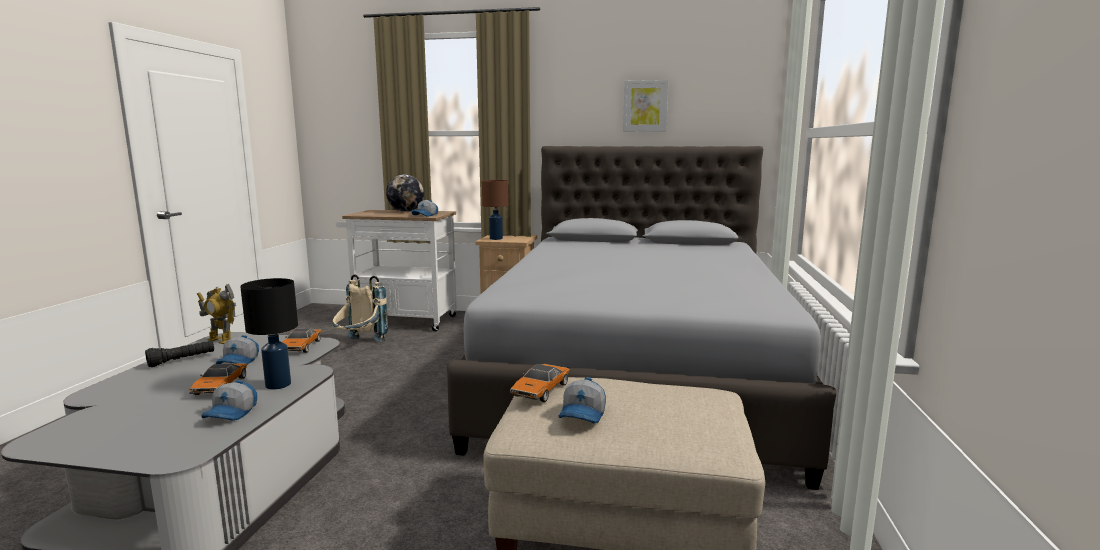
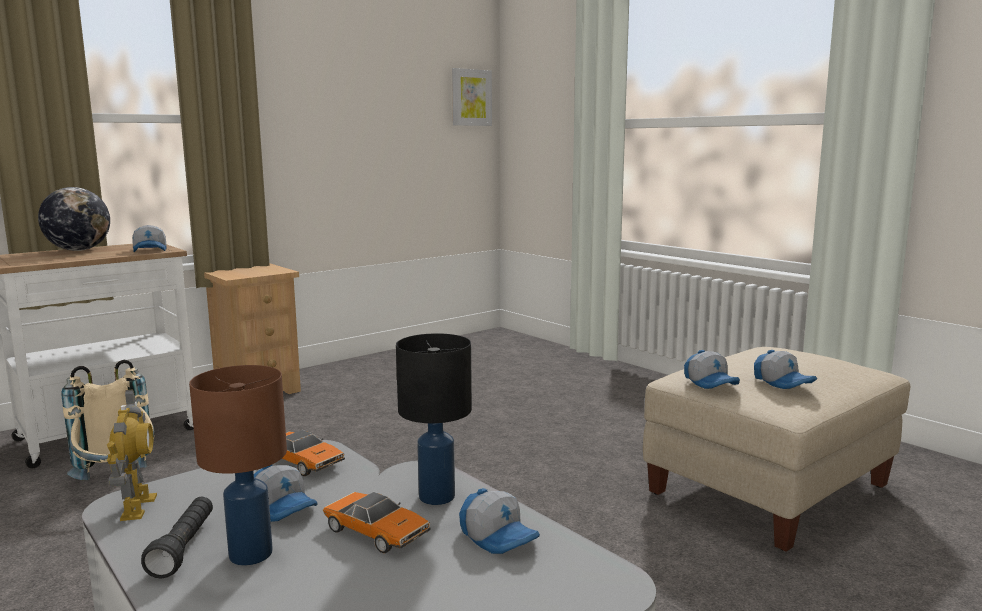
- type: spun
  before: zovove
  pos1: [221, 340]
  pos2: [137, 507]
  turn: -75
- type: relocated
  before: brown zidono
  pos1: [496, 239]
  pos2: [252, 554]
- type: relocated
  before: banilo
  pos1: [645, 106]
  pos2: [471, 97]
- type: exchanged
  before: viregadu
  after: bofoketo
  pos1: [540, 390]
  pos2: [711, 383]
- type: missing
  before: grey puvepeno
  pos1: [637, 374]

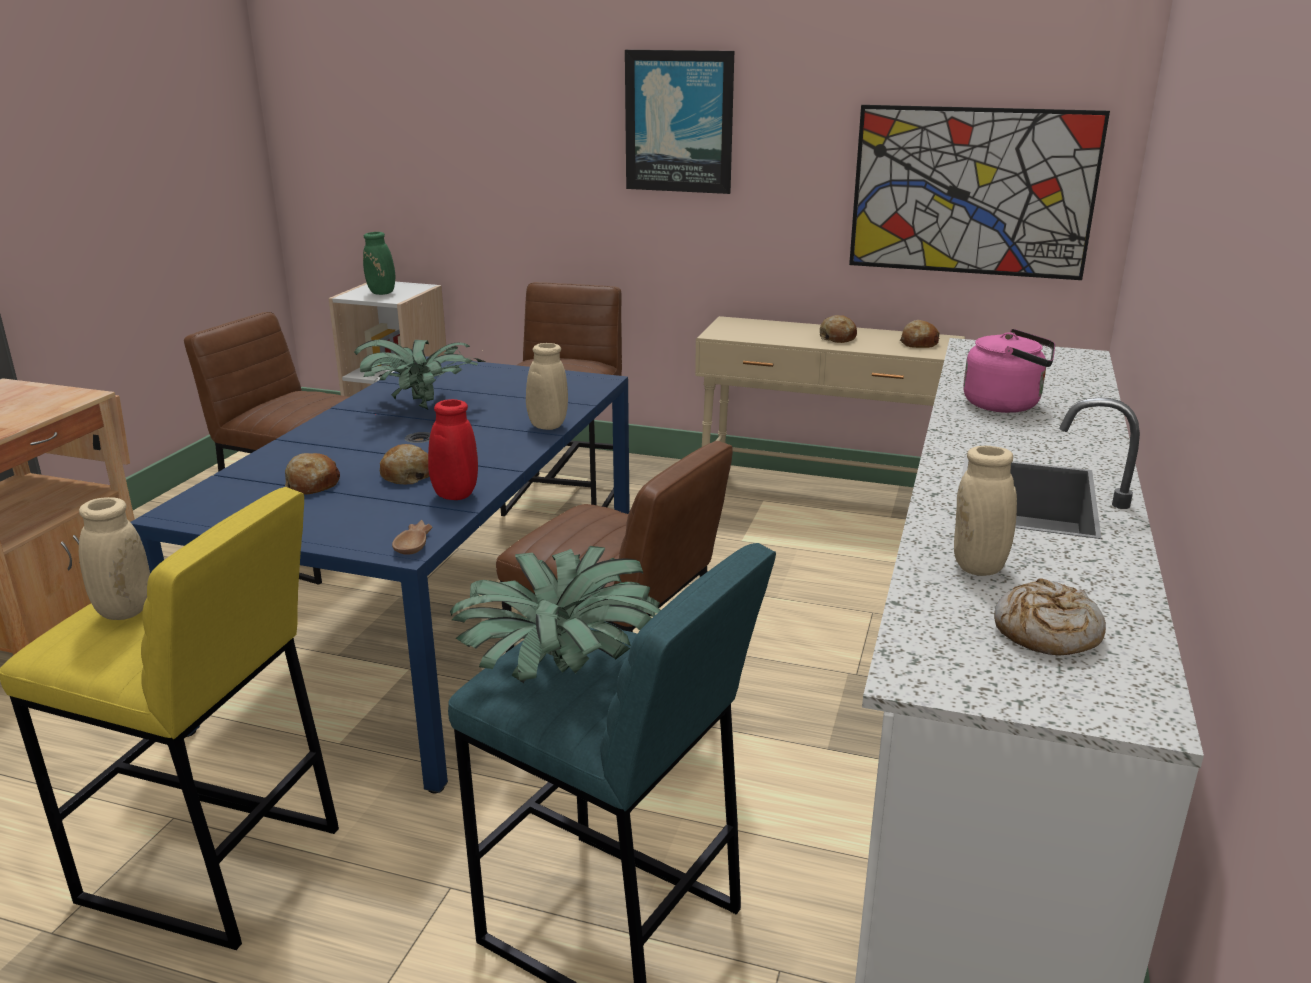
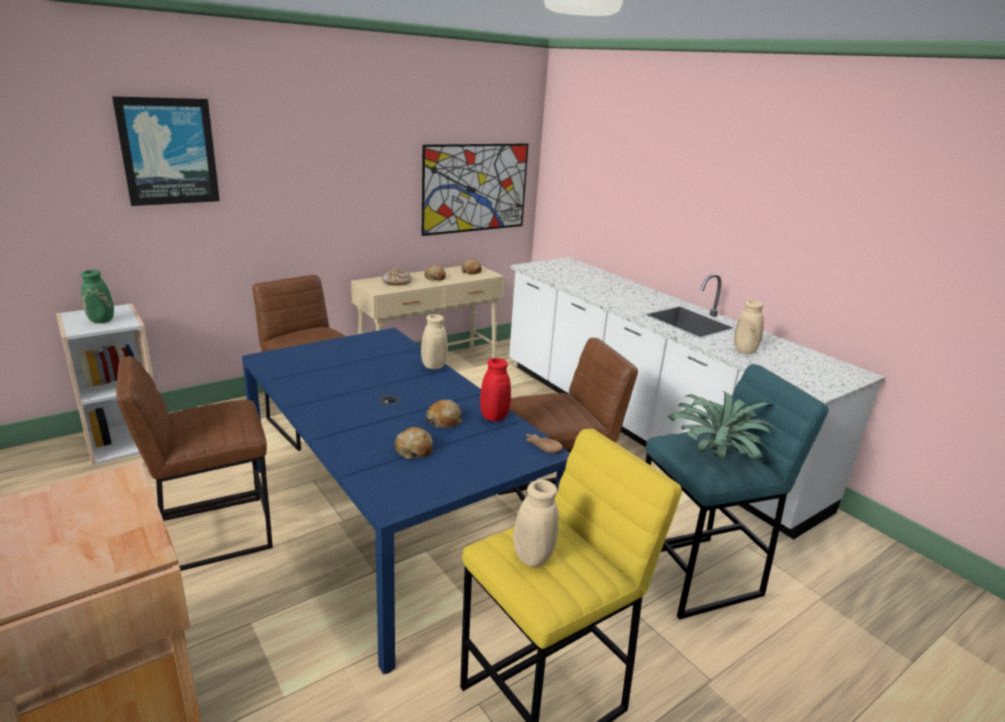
- type: relocated
  before: banilo
  pos1: [679, 122]
  pos2: [168, 151]
- type: relocated
  before: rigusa
  pos1: [1046, 633]
  pos2: [397, 282]
- type: missing
  before: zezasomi
  pos1: [421, 408]
- type: missing
  before: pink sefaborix
  pos1: [1006, 404]

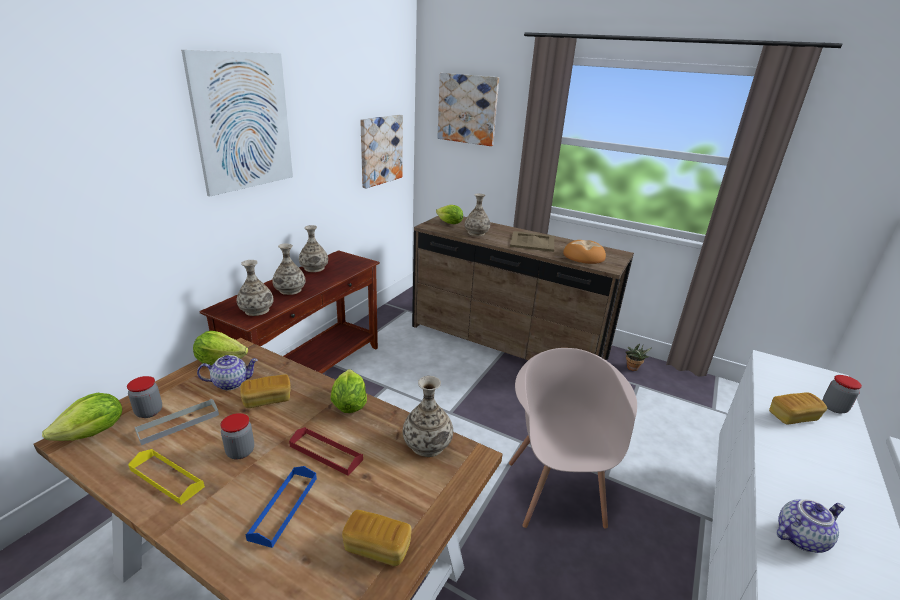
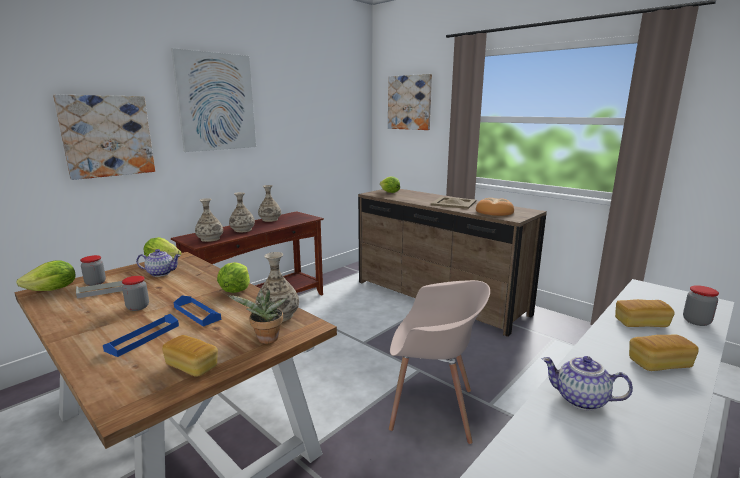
- type: relocated
  before: banilo
  pos1: [380, 150]
  pos2: [107, 136]
- type: colour
  before: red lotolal
  after: blue lotolal
  pos1: [326, 453]
  pos2: [197, 313]
- type: relocated
  before: zezasomi
  pos1: [632, 369]
  pos2: [266, 340]
- type: spun
  before: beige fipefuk
  pos1: [555, 492]
  pos2: [433, 410]
  turn: 90
- type: spun
  before: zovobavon
  pos1: [799, 536]
  pos2: [580, 400]
  turn: -150
- type: relocated
  before: rigusa
  pos1: [267, 400]
  pos2: [659, 364]
- type: missing
  before: yellow lotolal
  pos1: [166, 478]
- type: missing
  before: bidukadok
  pos1: [476, 233]

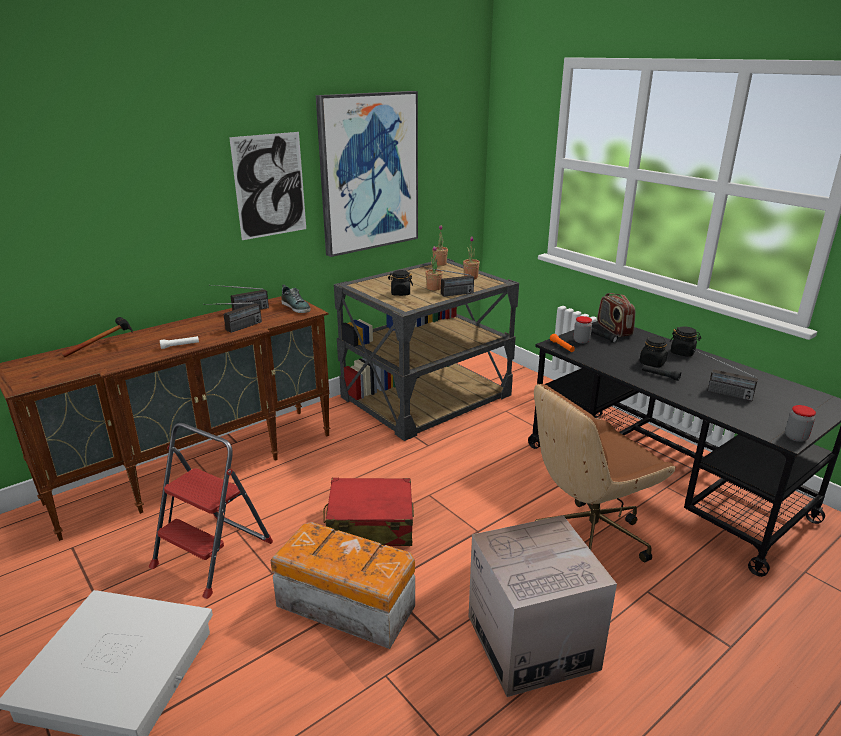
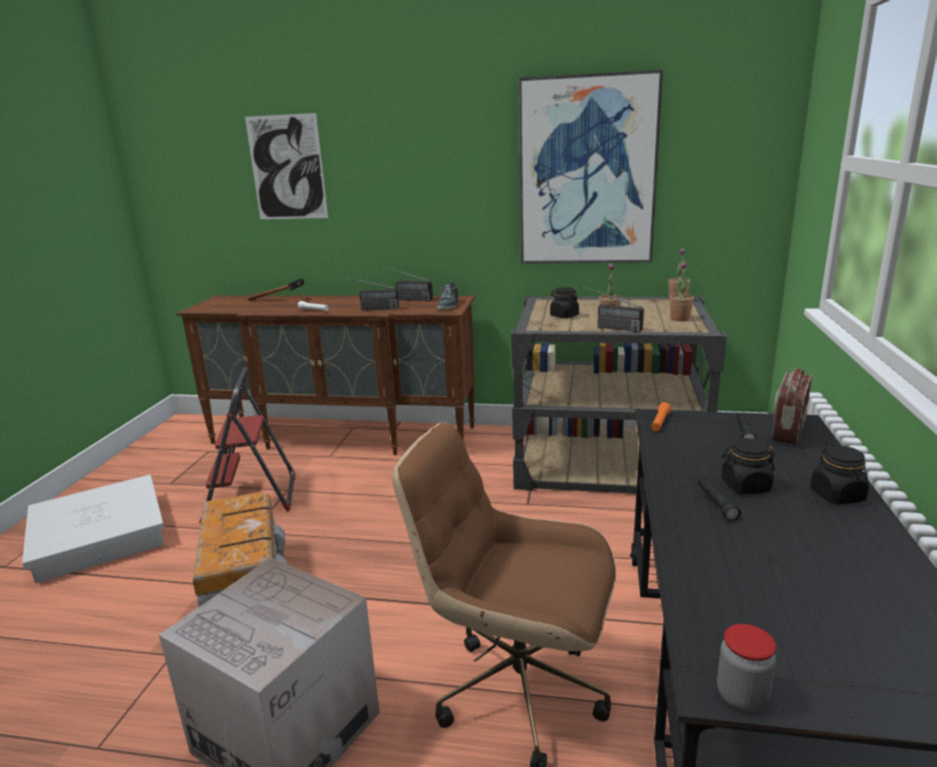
- type: relocated
  before: banilo
  pos1: [270, 186]
  pos2: [287, 168]
- type: missing
  before: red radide
  pos1: [370, 525]
- type: missing
  before: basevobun
  pos1: [581, 341]
- type: missing
  before: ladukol
  pos1: [717, 391]

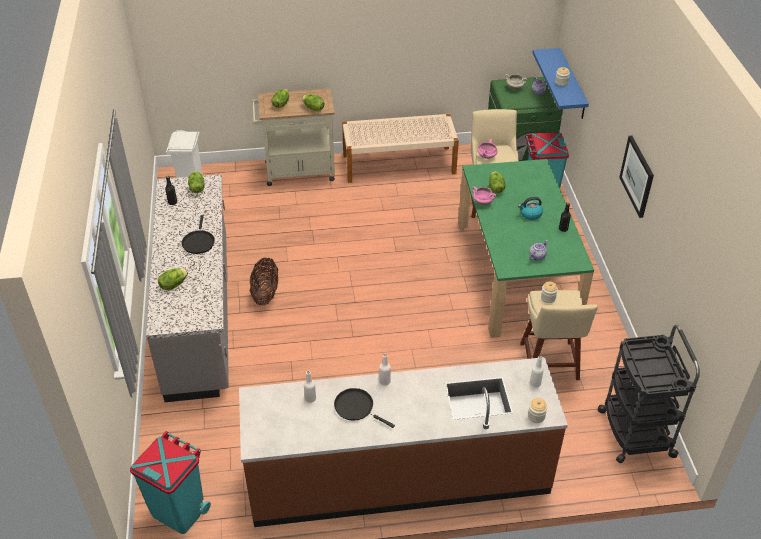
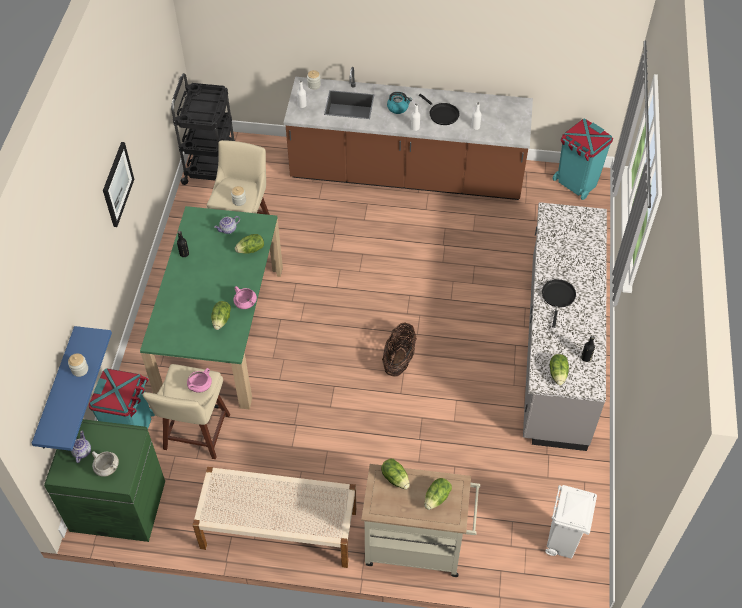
- type: relocated
  before: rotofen
  pos1: [173, 284]
  pos2: [251, 250]
- type: relocated
  before: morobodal
  pos1: [265, 293]
  pos2: [399, 360]
- type: relocated
  before: sefaborix
  pos1: [530, 214]
  pos2: [398, 108]

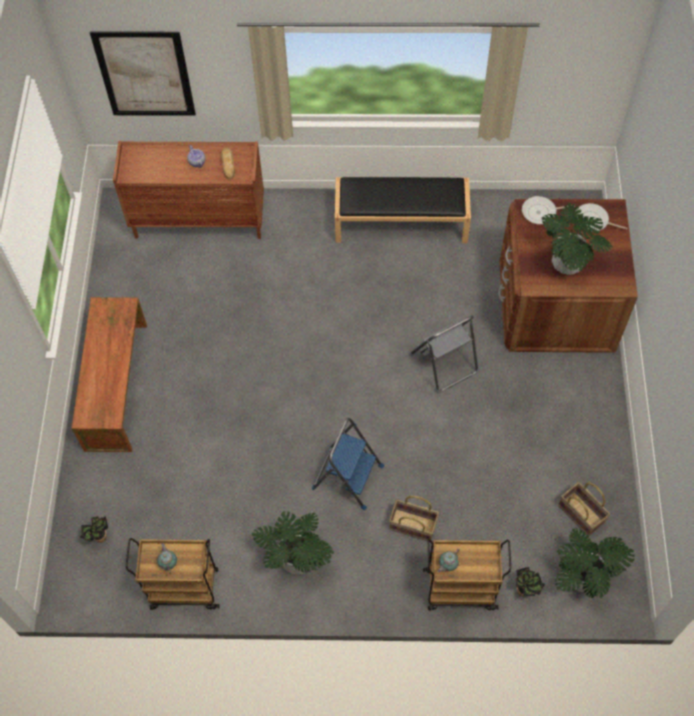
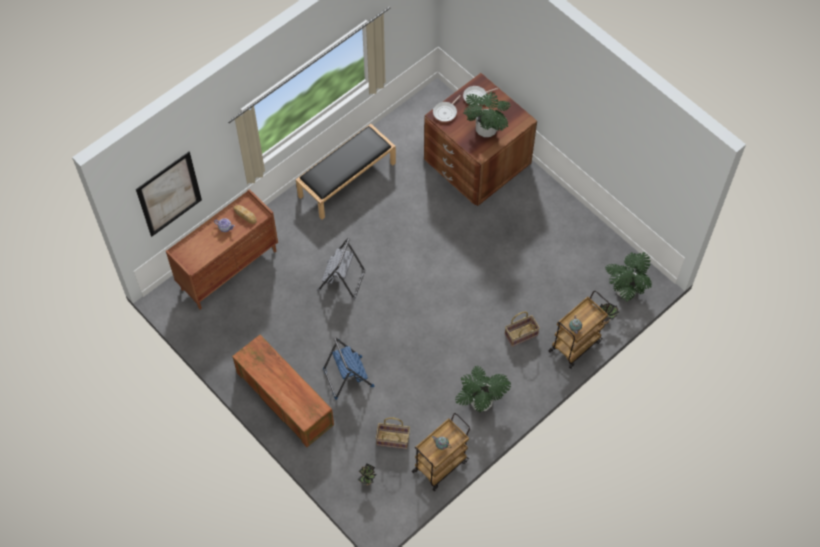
- type: relocated
  before: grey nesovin
  pos1: [444, 365]
  pos2: [343, 281]
- type: relocated
  before: blue nesovin
  pos1: [345, 475]
  pos2: [346, 377]
- type: relocated
  before: morobodal
  pos1: [581, 514]
  pos2: [393, 439]

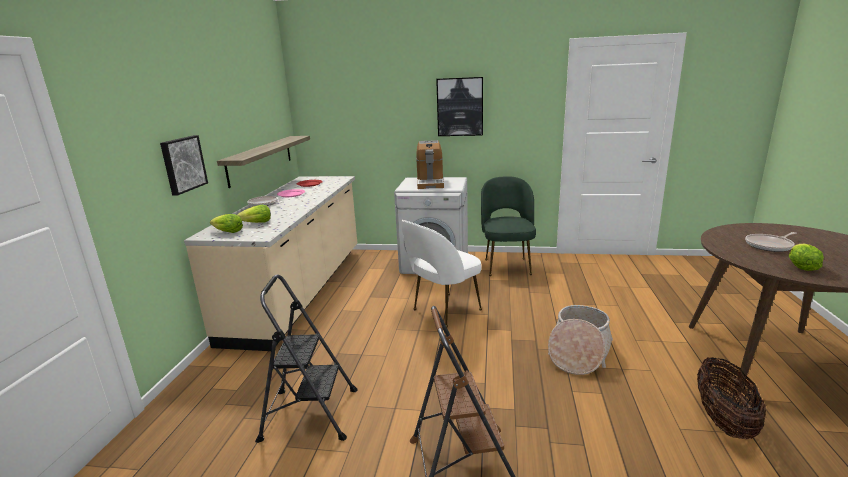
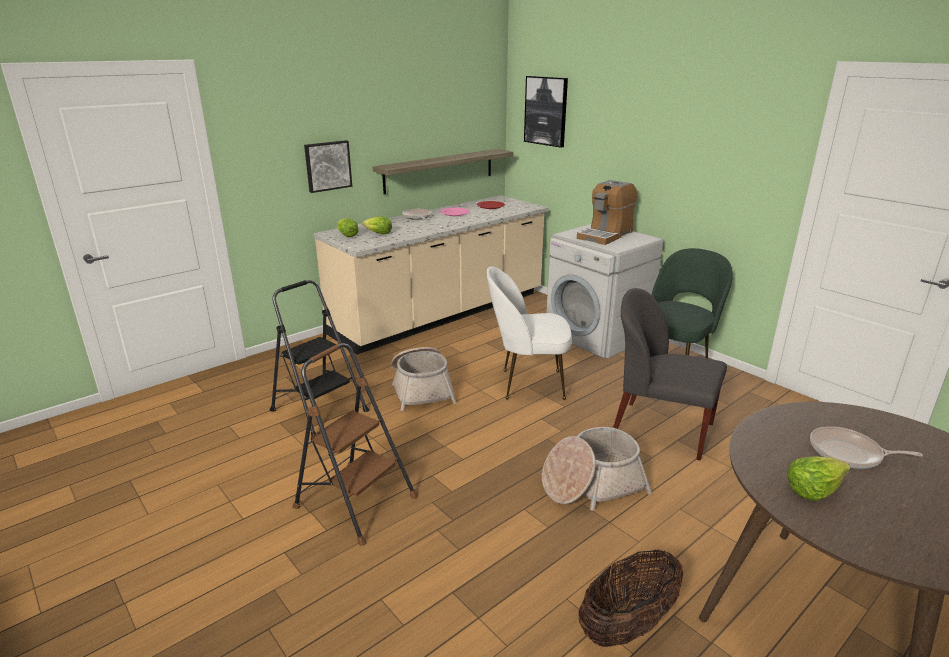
- type: appeared
  after: morobodal
  pos2: [421, 389]
- type: relocated
  before: banilo
  pos1: [460, 107]
  pos2: [546, 111]
- type: appeared
  after: grey fipefuk
  pos2: [659, 429]

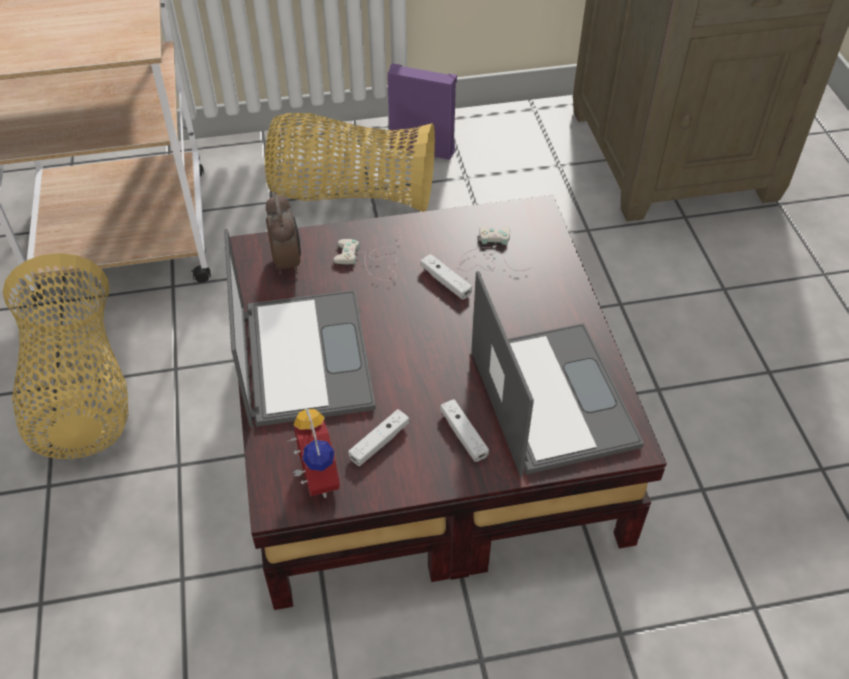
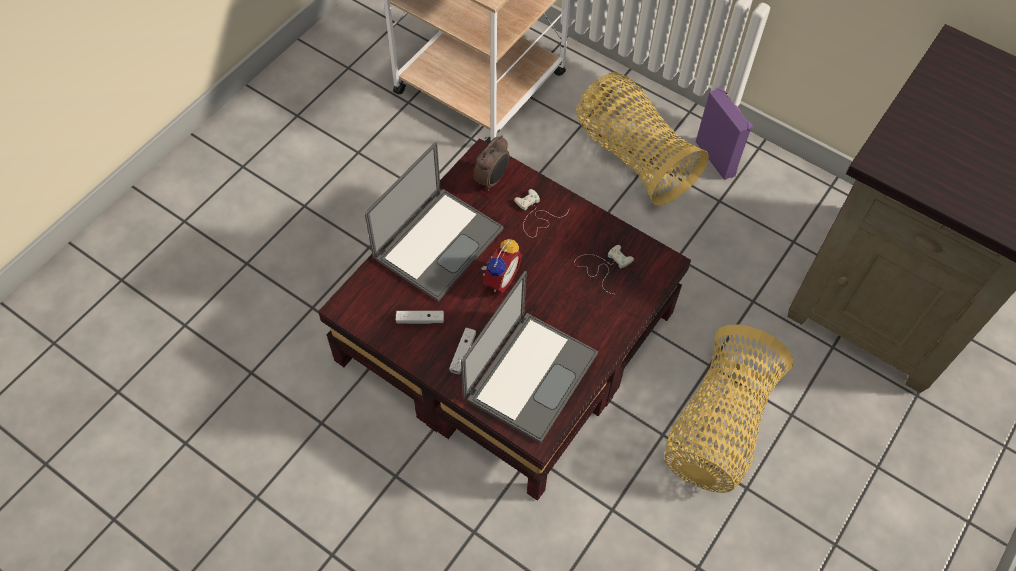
- type: relocated
  before: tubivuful
  pos1: [314, 478]
  pos2: [499, 278]
- type: relocated
  before: morobodal
  pos1: [79, 391]
  pos2: [717, 427]
- type: missing
  before: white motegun
  pos1: [445, 282]

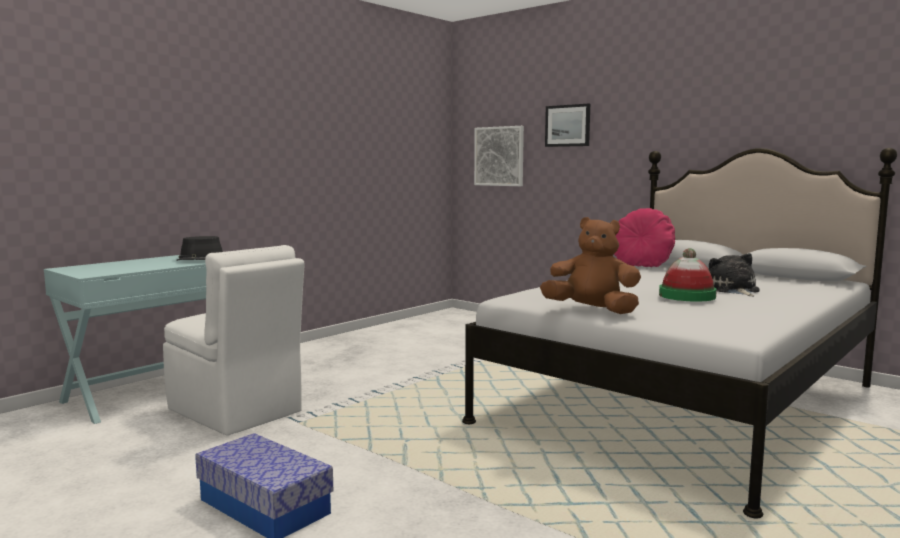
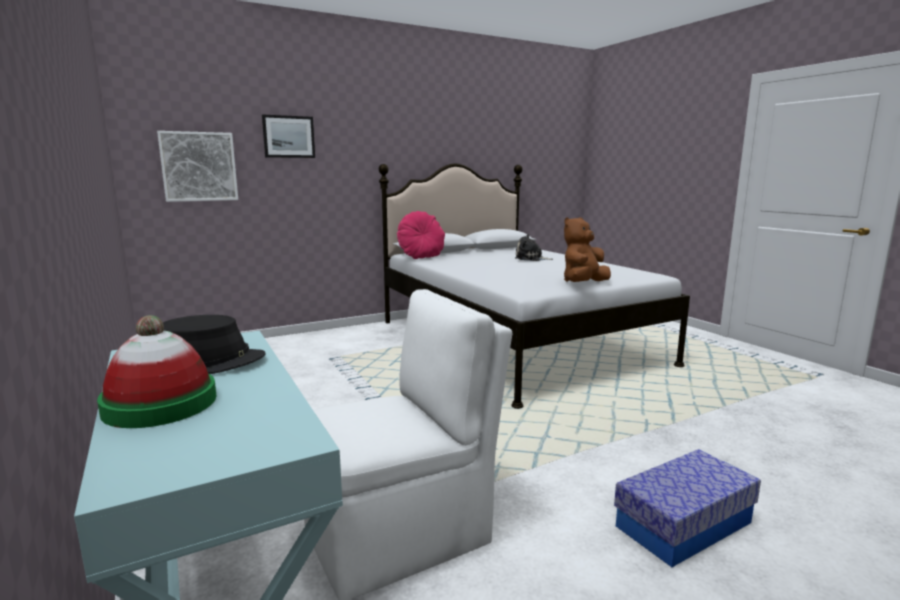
- type: relocated
  before: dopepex
  pos1: [687, 296]
  pos2: [160, 404]

